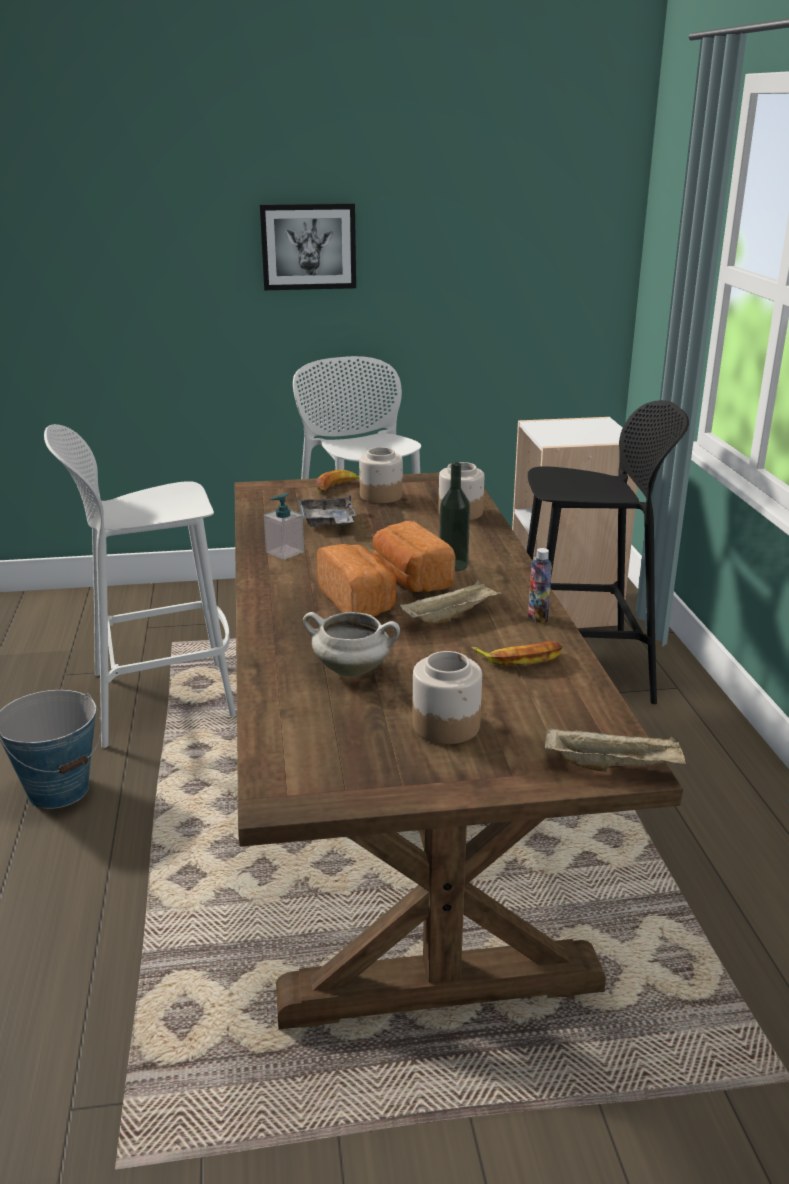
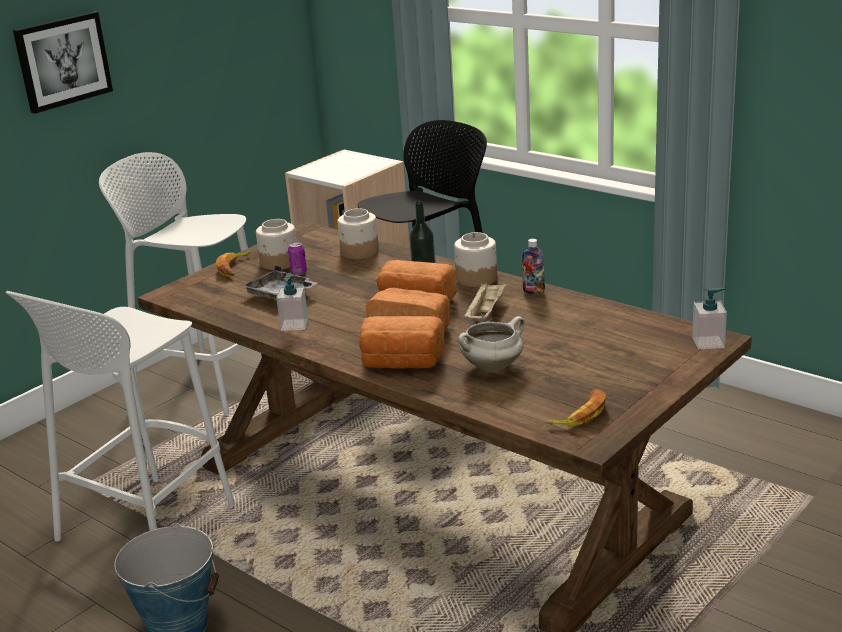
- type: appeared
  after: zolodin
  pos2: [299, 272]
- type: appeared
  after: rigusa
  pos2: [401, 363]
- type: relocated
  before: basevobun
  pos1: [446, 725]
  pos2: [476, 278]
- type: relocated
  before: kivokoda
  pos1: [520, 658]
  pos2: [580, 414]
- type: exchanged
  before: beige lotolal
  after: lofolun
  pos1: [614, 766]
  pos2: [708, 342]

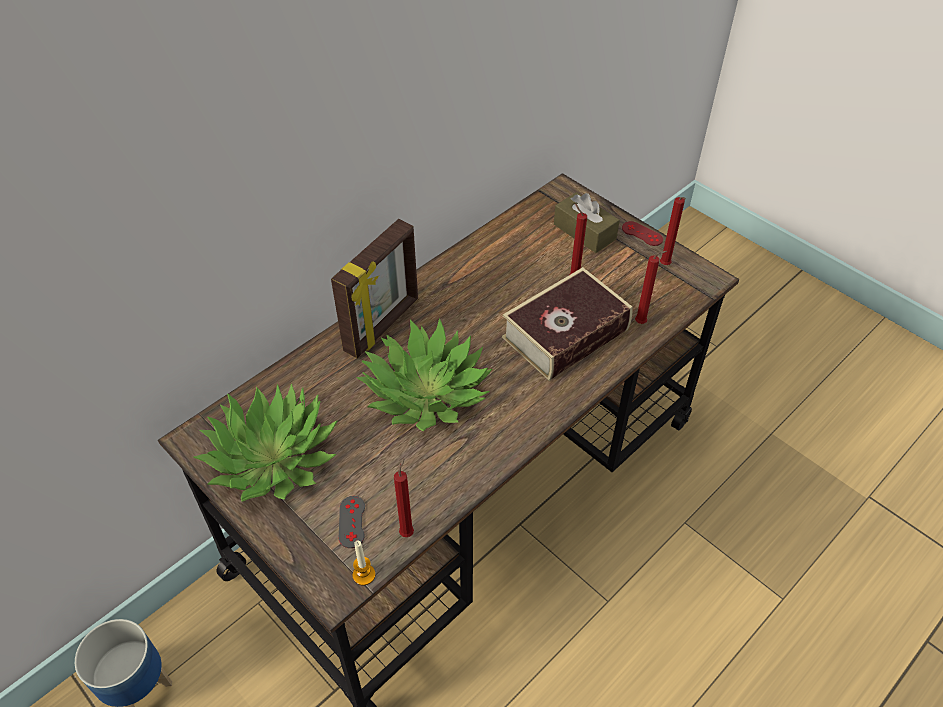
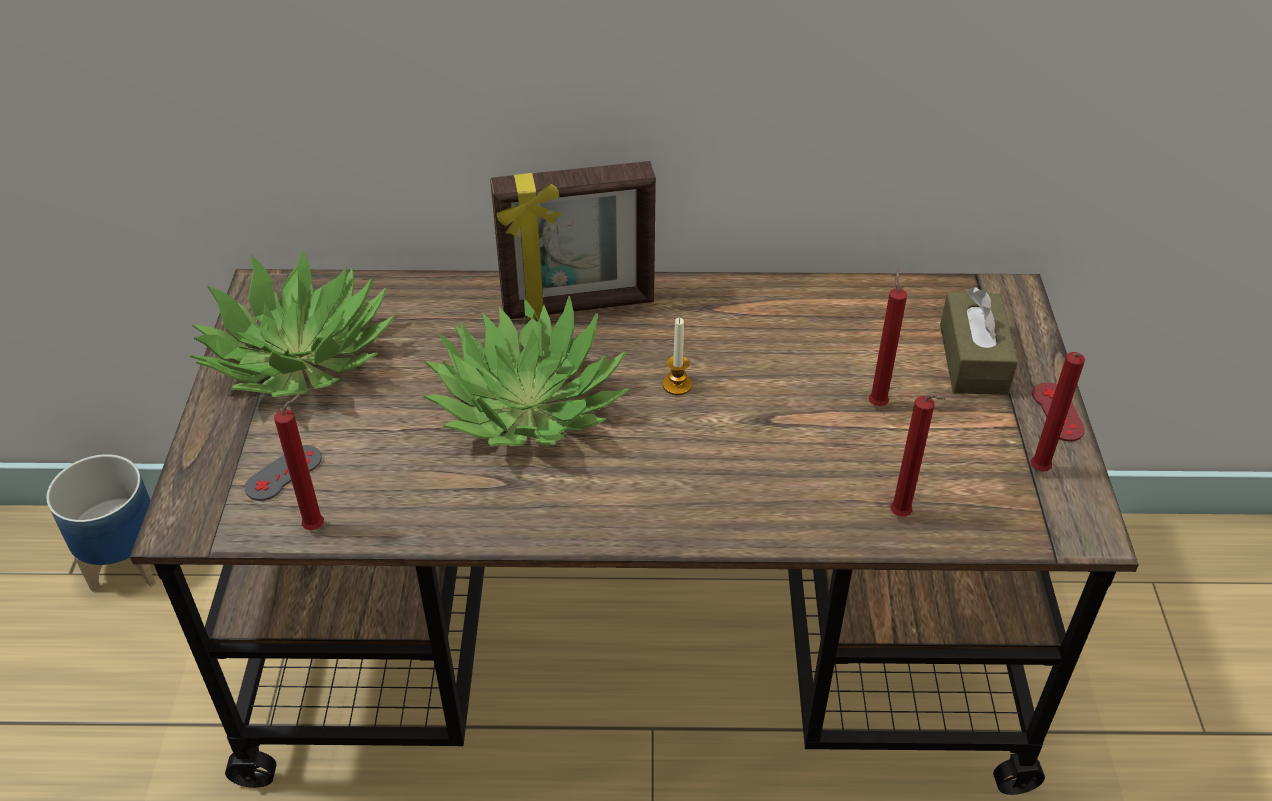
- type: relocated
  before: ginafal
  pos1: [364, 575]
  pos2: [677, 385]
- type: missing
  before: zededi
  pos1: [565, 334]

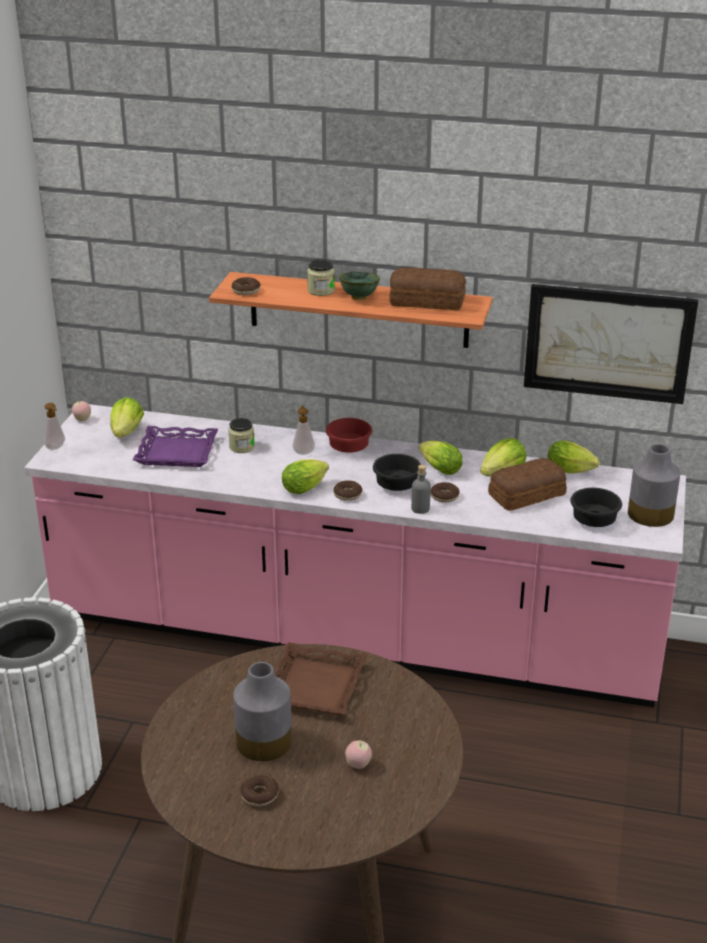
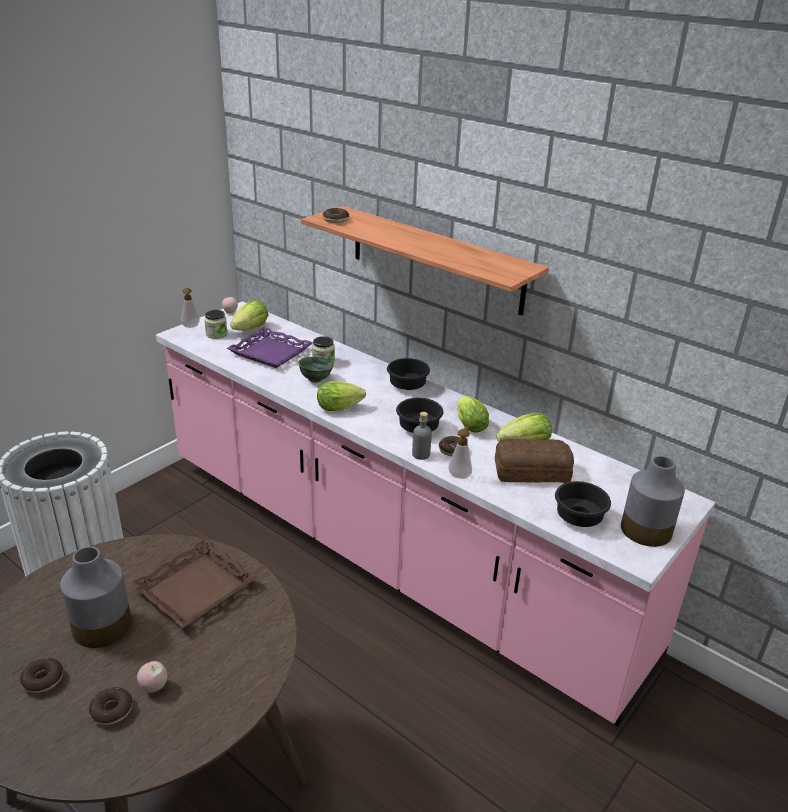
- type: relocated
  before: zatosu
  pos1: [347, 495]
  pos2: [112, 710]
- type: relocated
  before: basevobun
  pos1: [321, 290]
  pos2: [216, 334]
- type: relocated
  before: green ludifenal
  pos1: [358, 297]
  pos2: [315, 380]
- type: colour
  before: red ludifenal
  after: black ludifenal
  pos1: [347, 448]
  pos2: [406, 385]
- type: relocated
  before: lofolun
  pos1: [303, 452]
  pos2: [460, 475]
- type: missing
  before: rigusa
  pos1: [426, 301]
- type: missing
  before: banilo
  pos1: [608, 343]
- type: missing
  before: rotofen
  pos1: [572, 471]

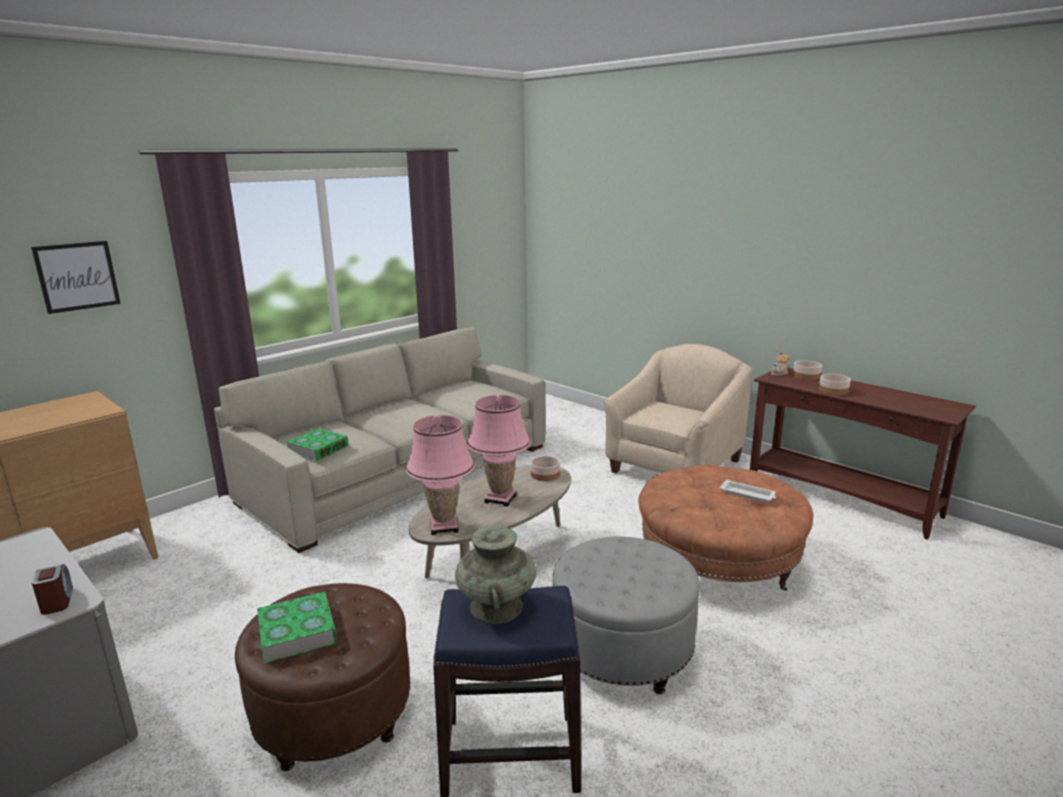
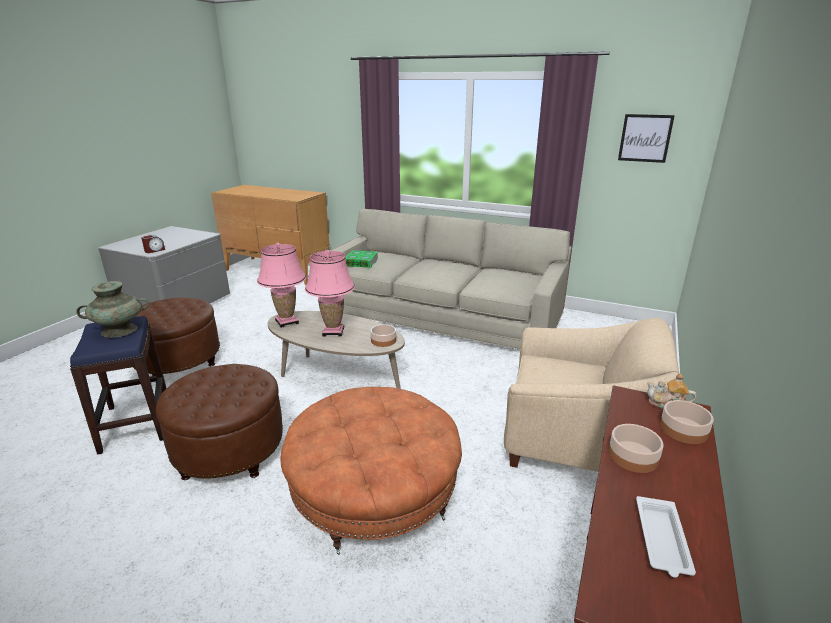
- type: colour
  before: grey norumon
  after: brown norumon
  pos1: [622, 652]
  pos2: [230, 452]
- type: relocated
  before: banilo
  pos1: [77, 276]
  pos2: [645, 138]
- type: relocated
  before: white lotolal
  pos1: [748, 494]
  pos2: [662, 540]
- type: missing
  before: zededi
  pos1: [297, 632]

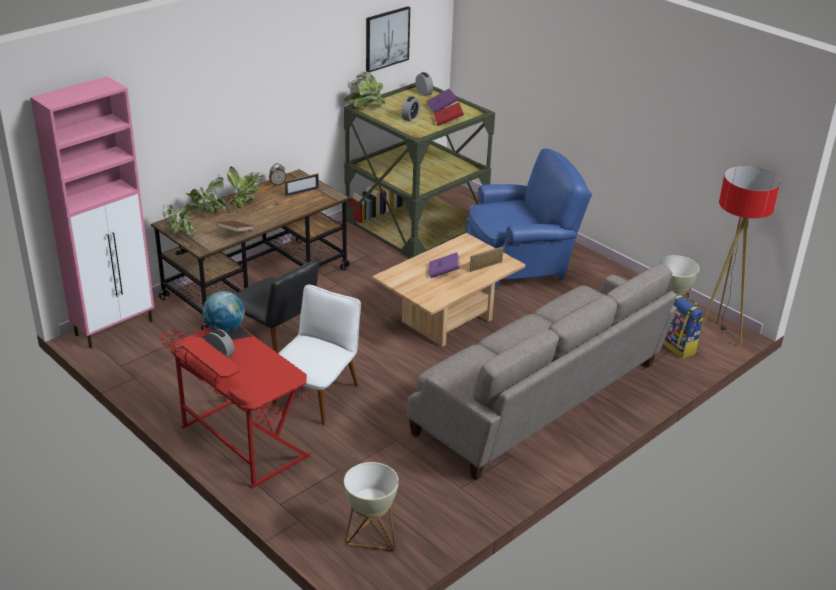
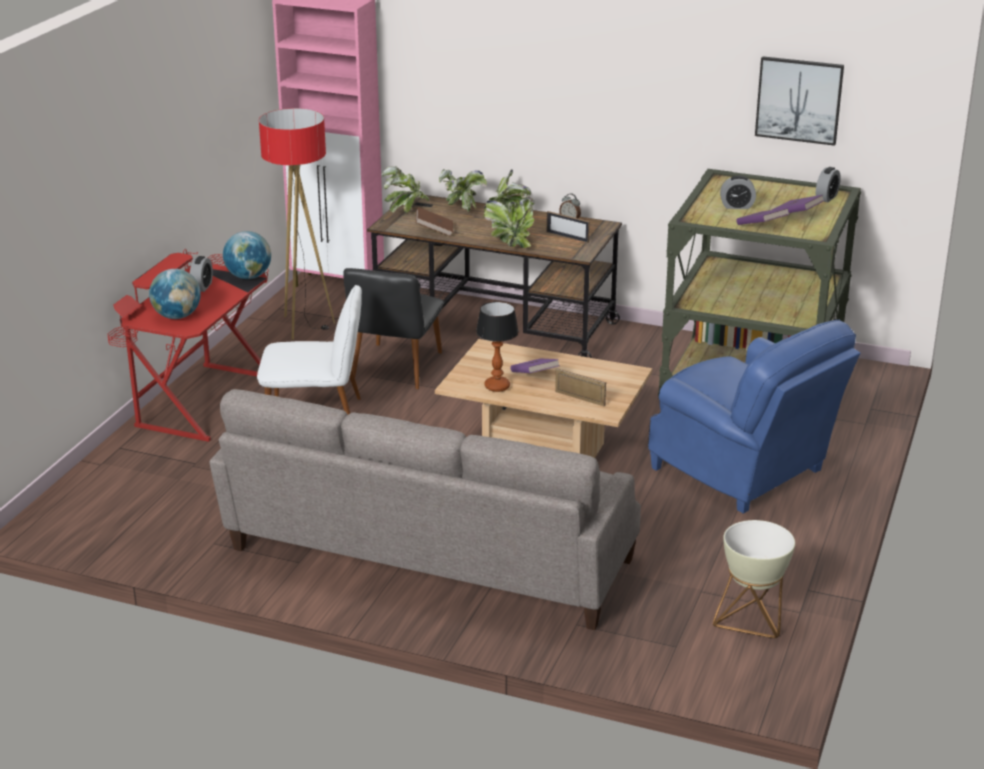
- type: appeared
  after: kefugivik
  pos2: [177, 316]
- type: relocated
  before: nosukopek
  pos1: [717, 336]
  pos2: [304, 326]
- type: appeared
  after: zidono
  pos2: [497, 386]
- type: relocated
  before: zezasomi
  pos1: [366, 106]
  pos2: [511, 242]
- type: colour
  before: red zededi
  after: purple zededi
  pos1: [448, 121]
  pos2: [761, 227]
- type: missing
  before: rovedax
  pos1: [370, 536]
- type: missing
  before: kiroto
  pos1: [678, 346]

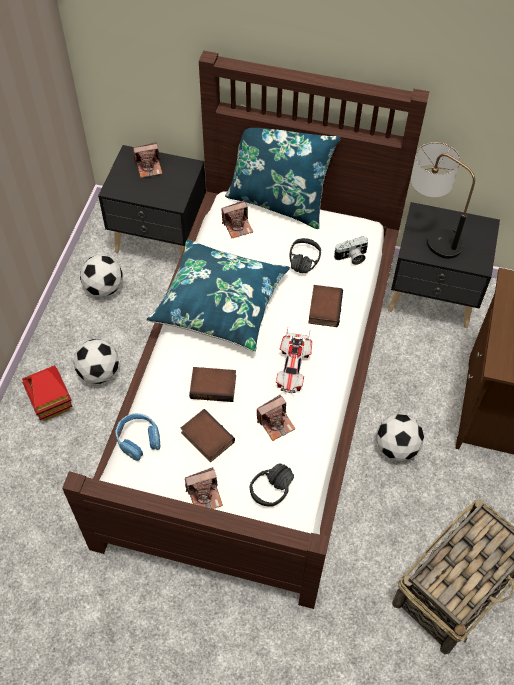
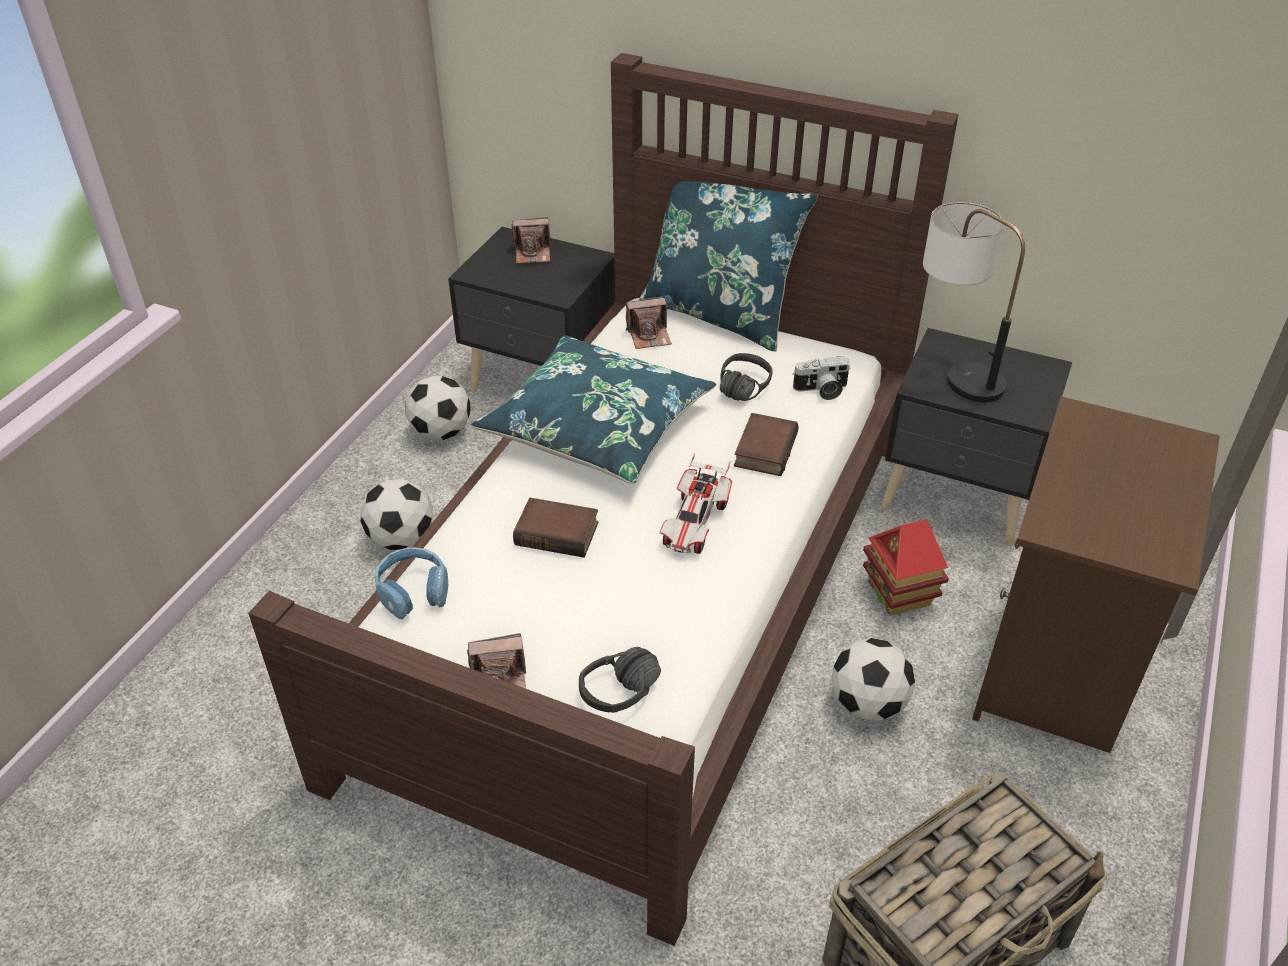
- type: relocated
  before: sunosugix
  pos1: [52, 404]
  pos2: [899, 593]
- type: missing
  before: zededi
  pos1: [206, 438]
- type: missing
  before: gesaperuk
  pos1: [276, 423]

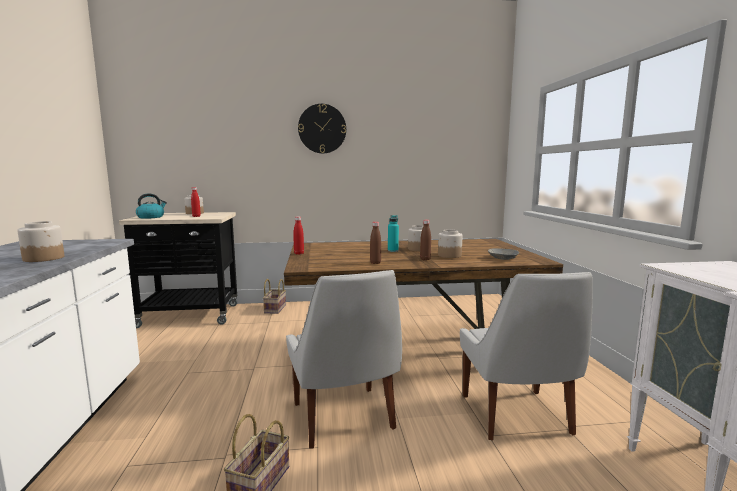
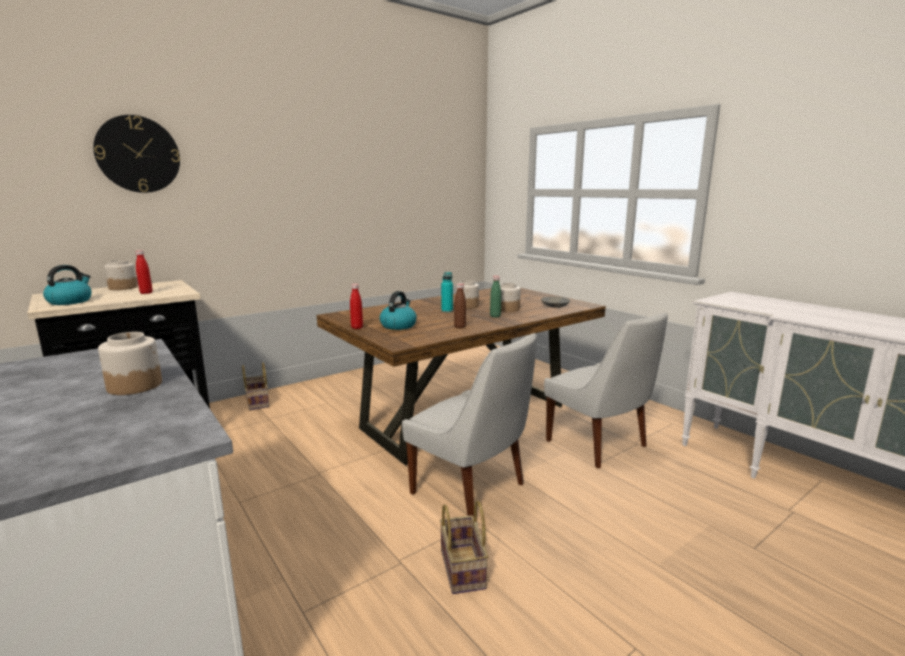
- type: relocated
  before: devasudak
  pos1: [322, 129]
  pos2: [138, 154]
- type: appeared
  after: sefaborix
  pos2: [398, 325]
- type: colour
  before: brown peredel
  after: green peredel
  pos1: [425, 259]
  pos2: [495, 316]

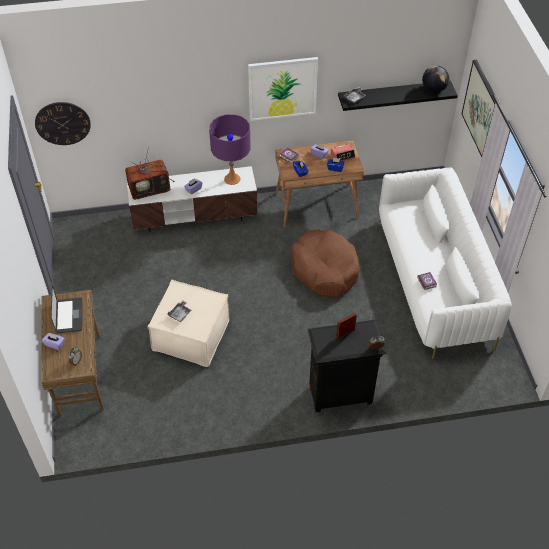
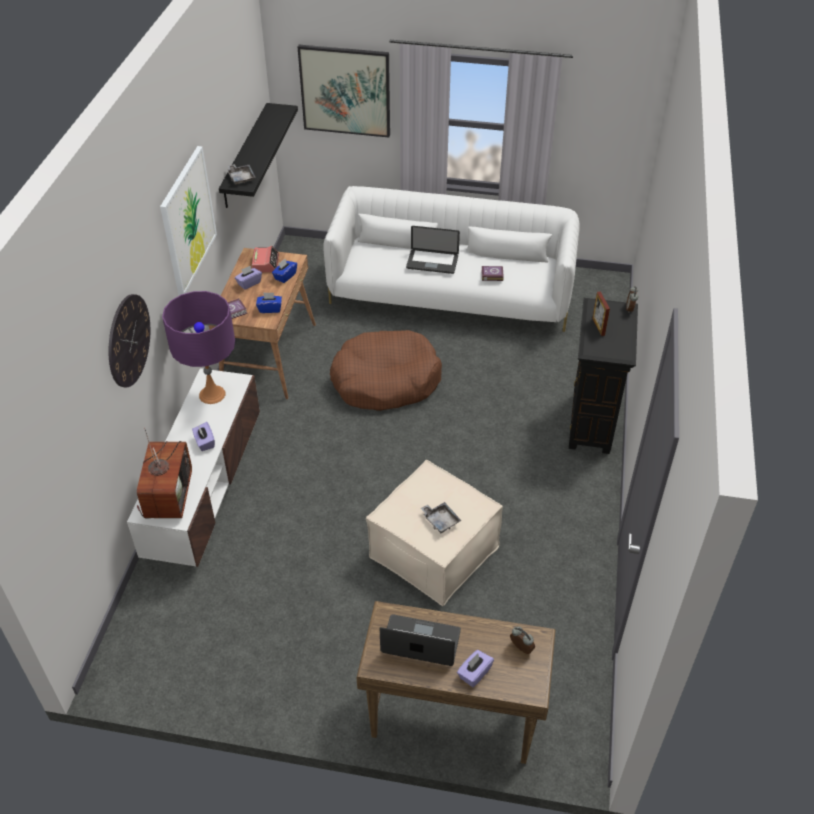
- type: relocated
  before: devasudak
  pos1: [62, 123]
  pos2: [128, 340]
- type: appeared
  after: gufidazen
  pos2: [432, 262]
- type: missing
  before: kefugivik
  pos1: [433, 89]

